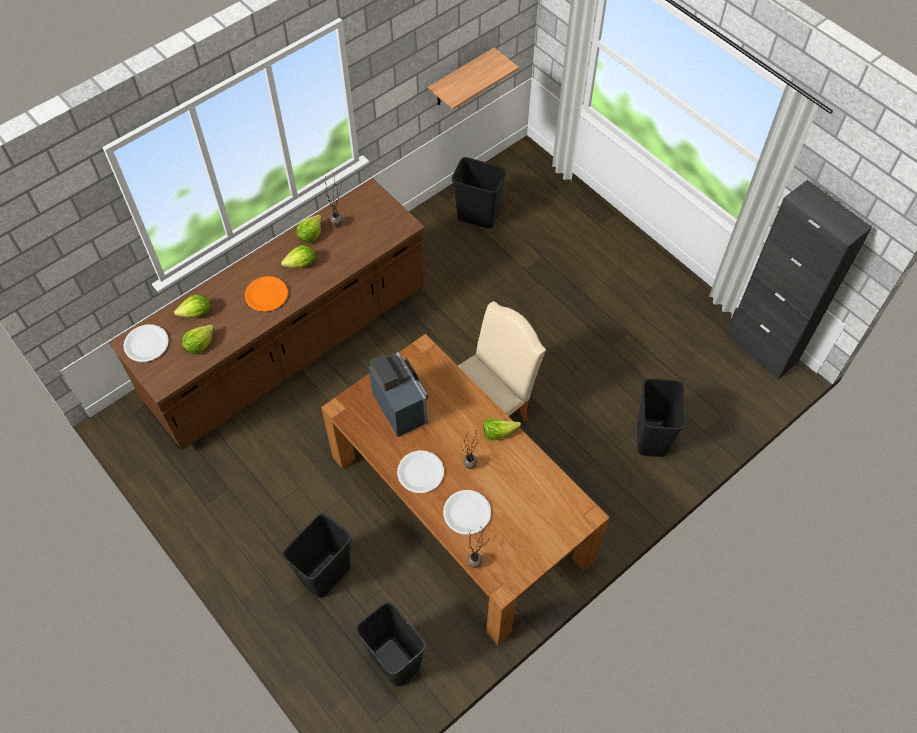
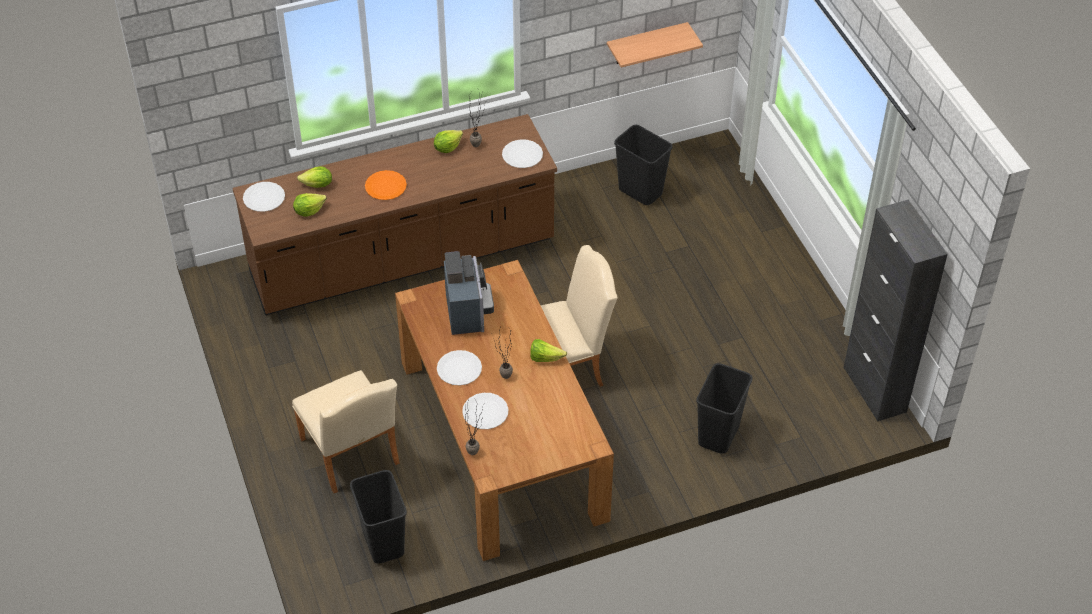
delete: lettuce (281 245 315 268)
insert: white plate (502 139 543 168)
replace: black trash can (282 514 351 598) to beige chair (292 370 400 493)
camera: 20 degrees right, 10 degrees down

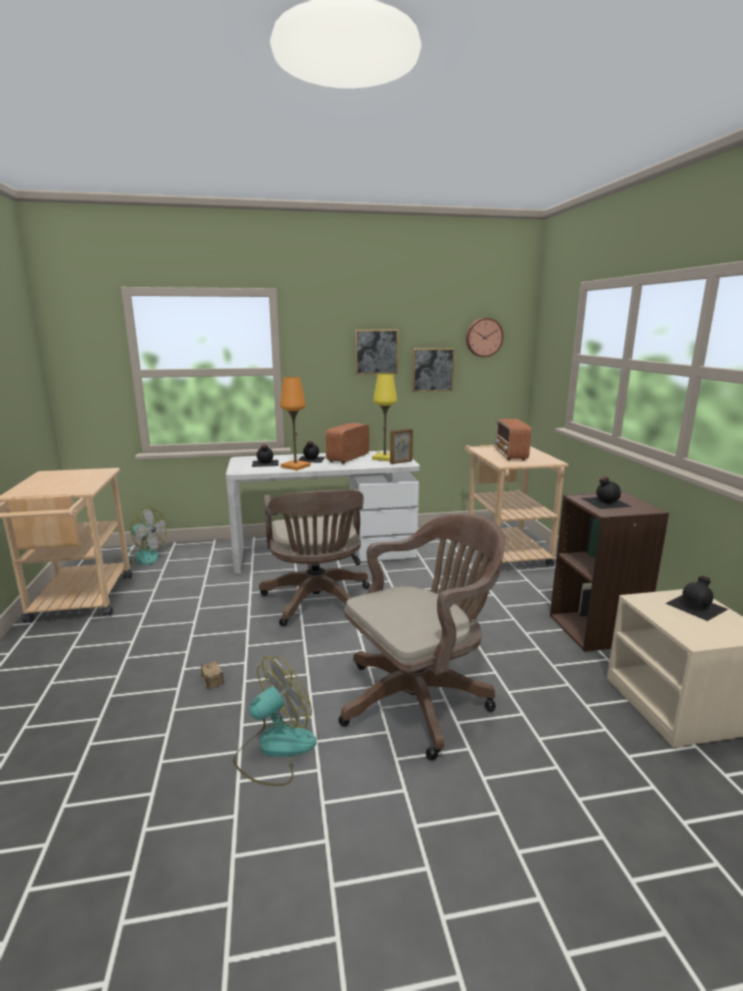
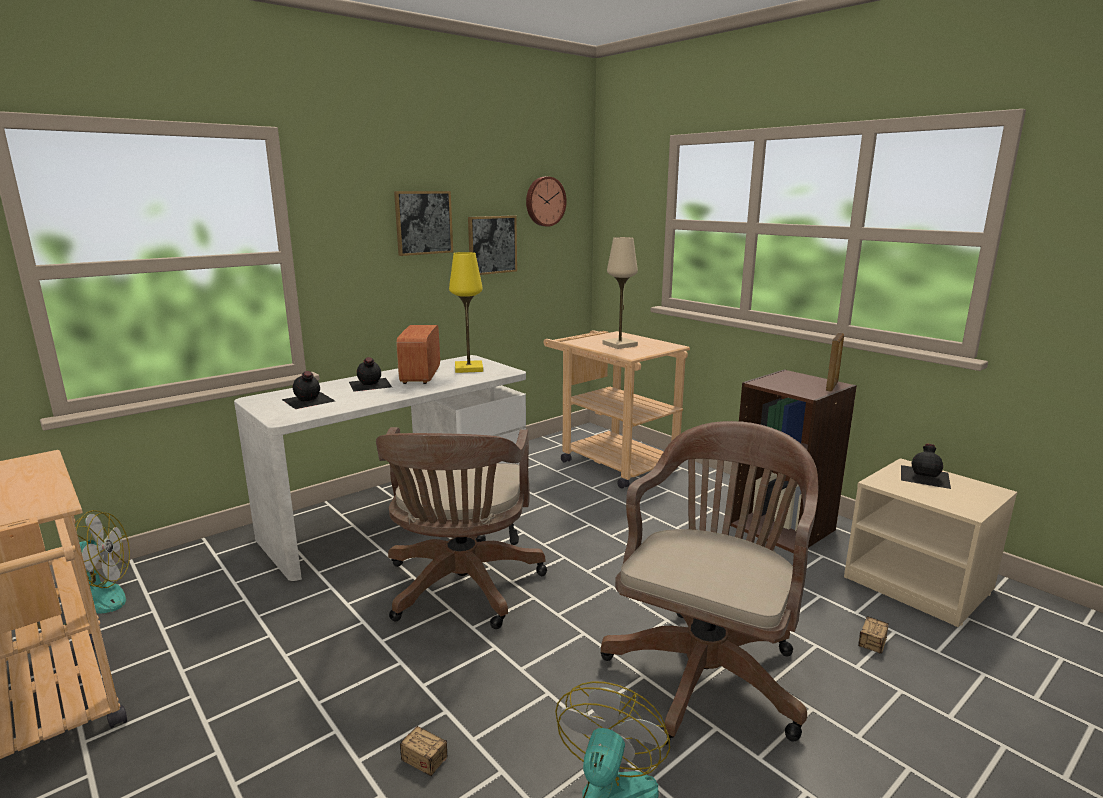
delete: orange table lamp (280 377 310 470); black bottle (581 477 631 509)
insert: storage box (858 616 889 654)
move: picture frame (390 428 413 464) to (826 333 844 391)
replace: radio (495 419 531 461) to beige table lamp (602 237 638 349)
rotate: brown office chair (259 489 370 626) = (376 427 547 629) 45 degrees clockwise
camera: 30 degrees left, 0 degrees up

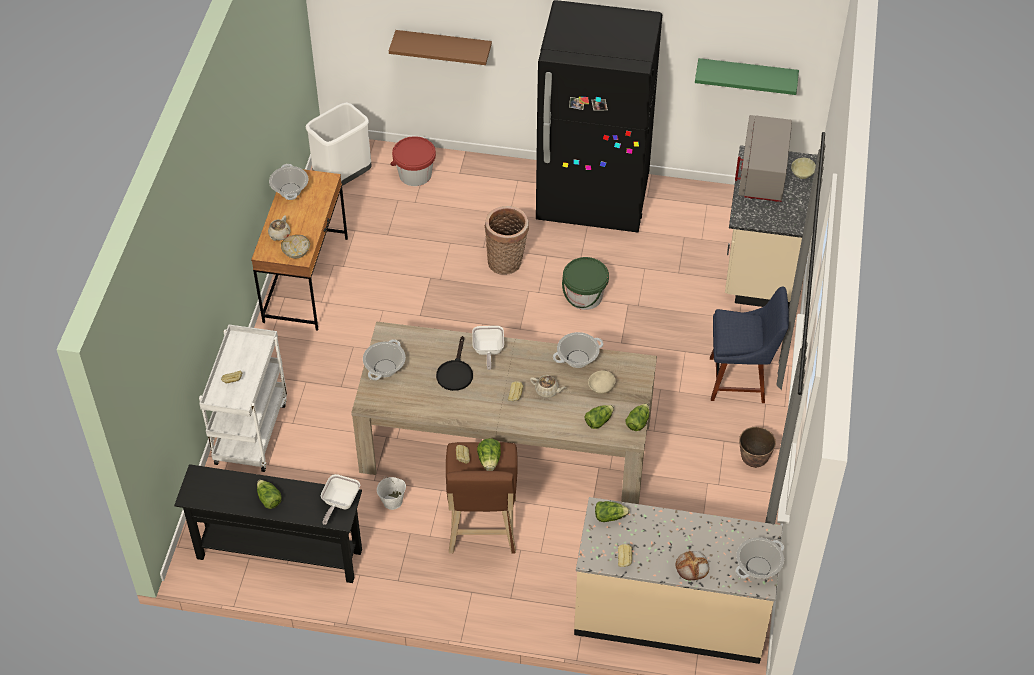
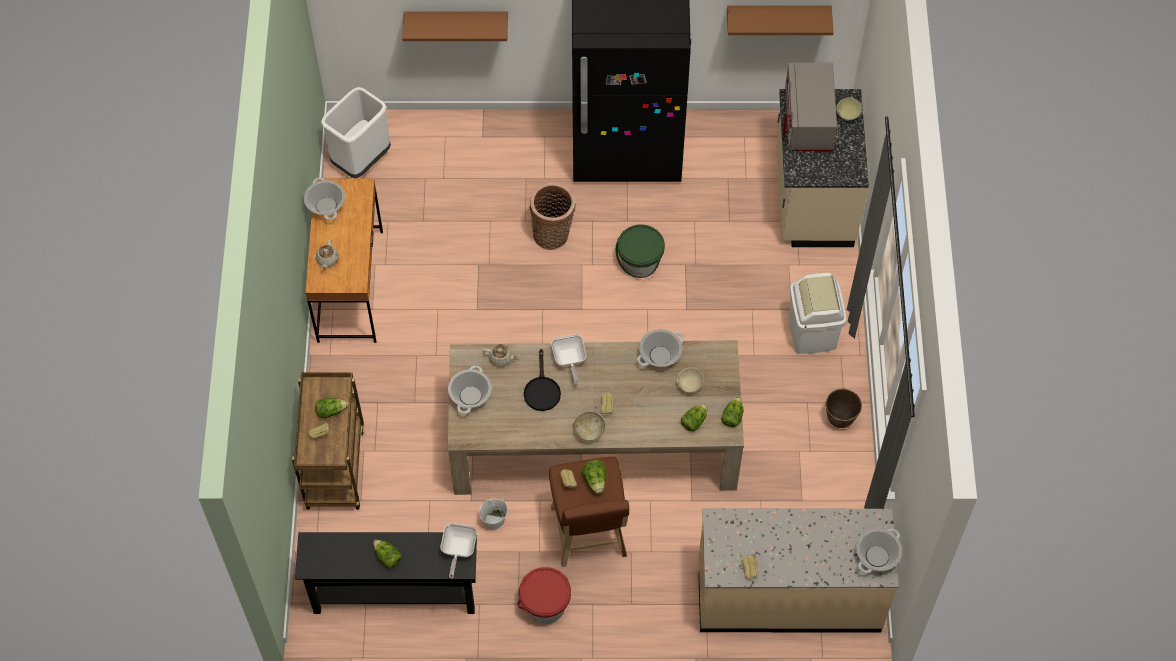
delete: bread (675 551 709 580)
move: bowl (281 235 310 259) to (573 412 605 441); red bucket (390 136 436 186) to (517 567 571 624); beige teapot (530 375 566 398) to (483 344 520 367); lettuce (595 501 630 522) to (316 398 348 418)
replace: blue chair (710 286 789 403) to white trash can (789 273 846 354)
recolor: white cart (199 325 287 472) to brown cart (292 372 364 509); green shelf (695 58 799 95) to brown shelf (727 5 834 35)
camera: 10 degrees left, 10 degrees up

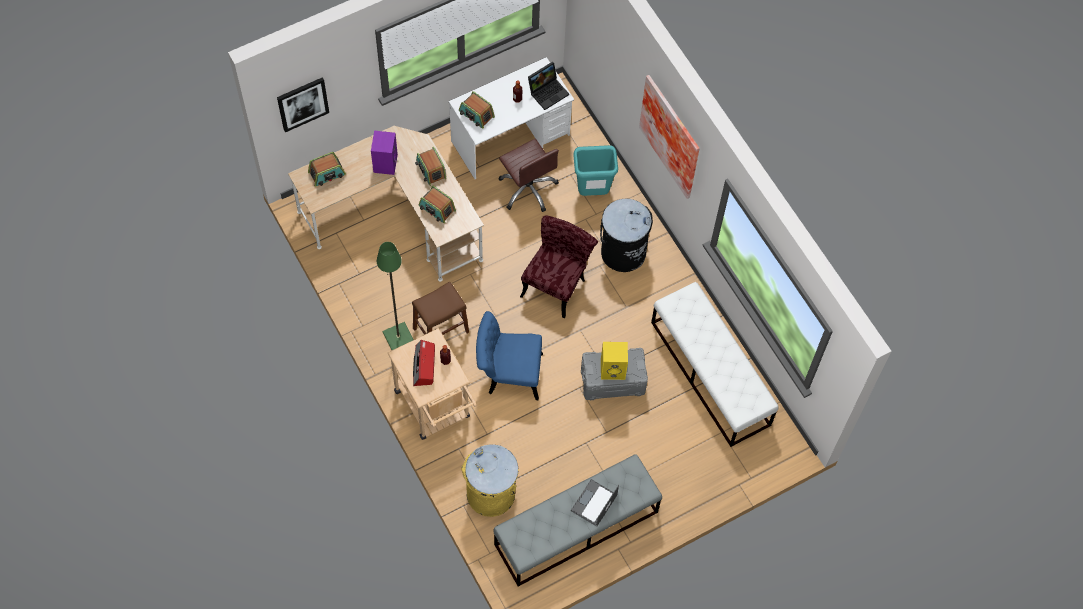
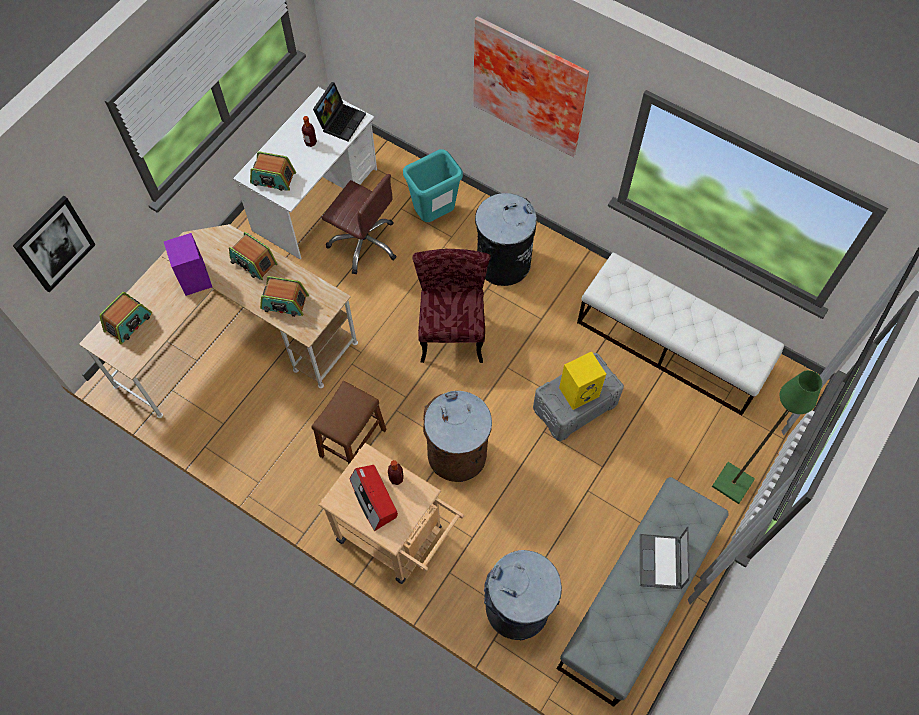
move: green floor lamp (377 242 414 350) to (712 370 822 504)
replace: blue chair (476 311 543 400) to brown trash can (423 391 492 482)
recolor: yellow trash can (461 445 519 517) to grey trash can (484 550 562 640)
camera: 25 degrees left, 0 degrees up

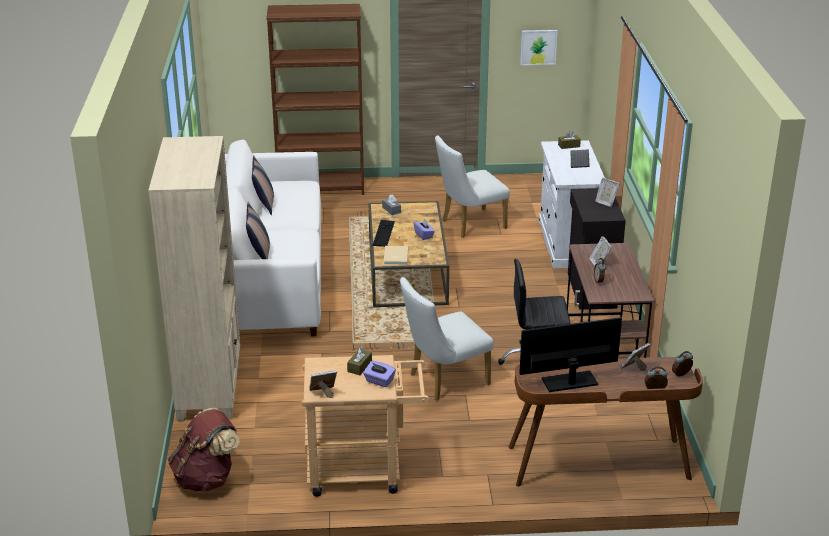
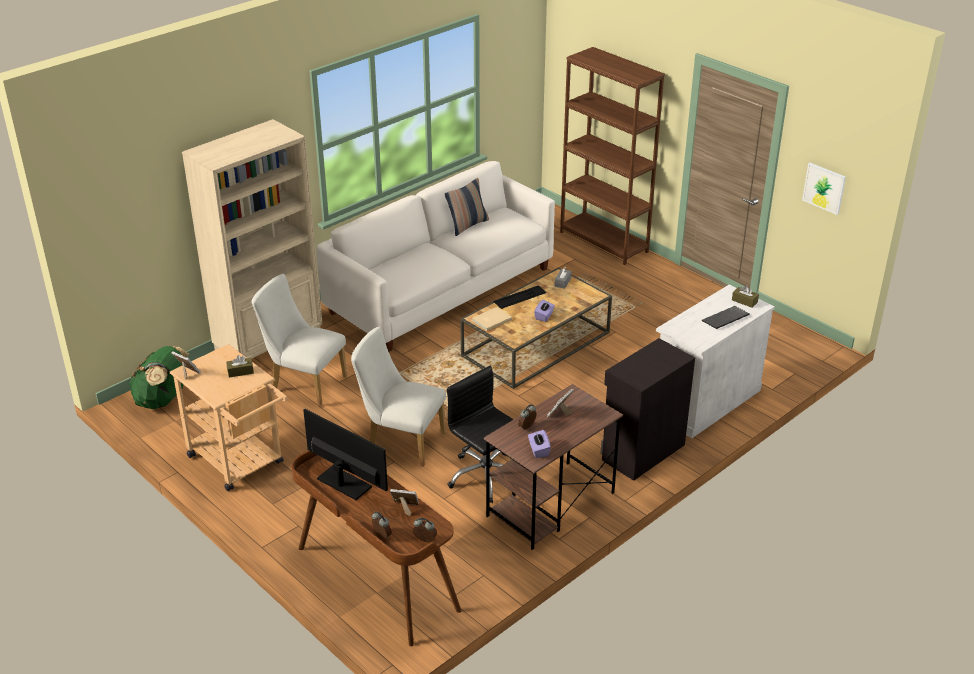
delete: pillow (246 202 270 259); picture frame (595 177 620 207)
move: purple tissue box (363 361 396 387) to (528 430 551 458); white chair (435 136 510 238) to (252 274 347 406)
recolor: brown backpack (168 408 240 491) to green backpack (129 346 189 409)
camera: 50 degrees right, 5 degrees up

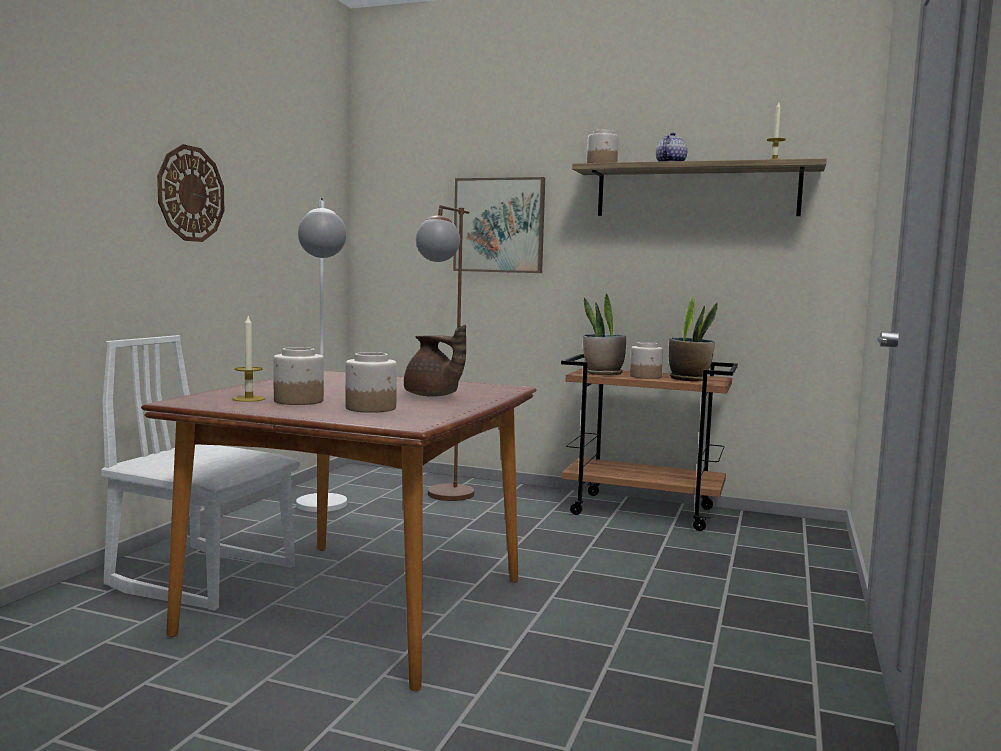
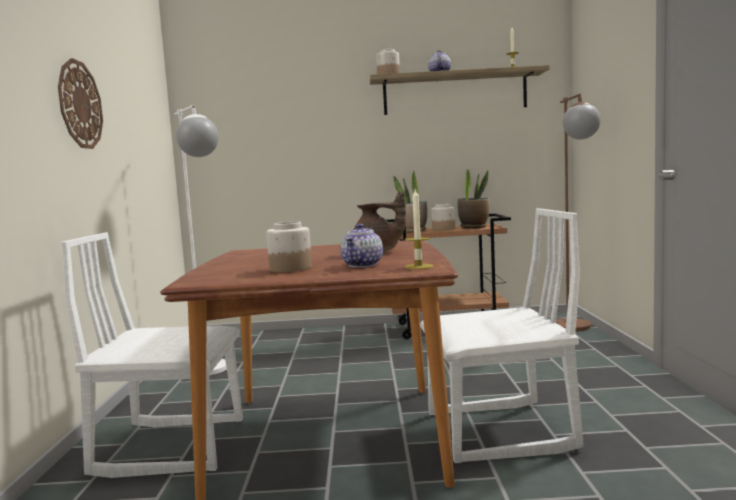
delete: picture (453 177 545 273)
insert: white chair (420 208 583 463)
move: candle (233 316 266 402) to (404 189 433 269); brown floor lamp (416 205 474 501) to (556 94 601 331)
replace: jar (345 352 397 413) to teapot (341 224 383 267)
camera: 20 degrees left, 0 degrees up

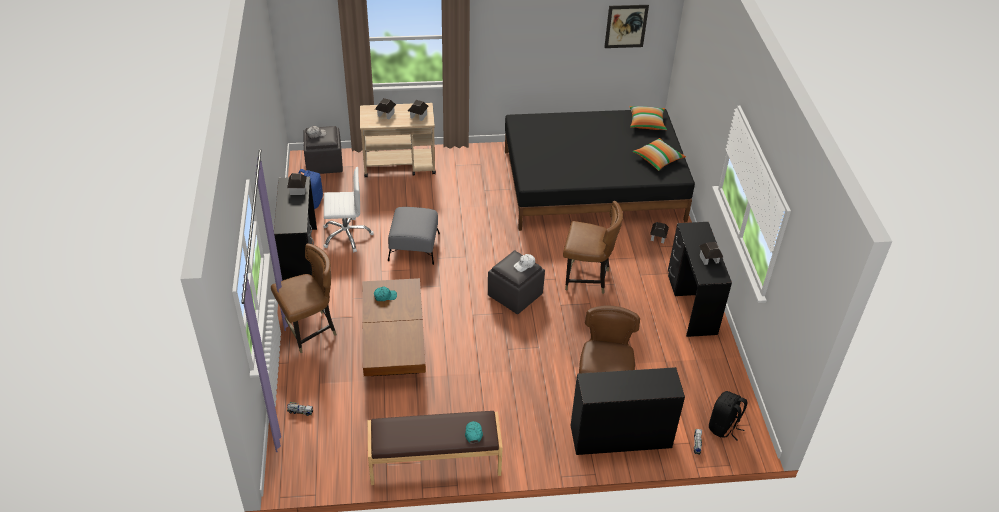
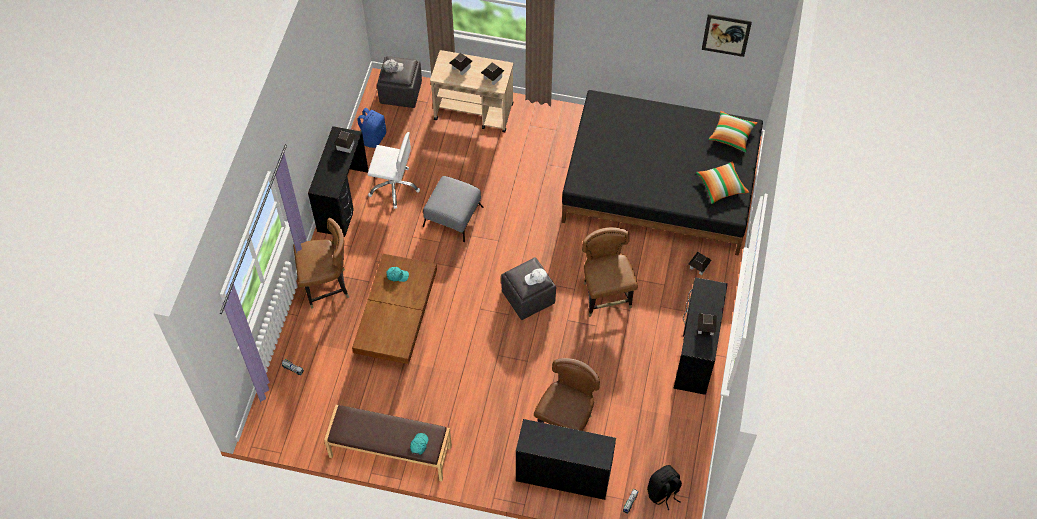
rotate: brown chair (563 201 623 294) = (582 227 638 317) 135 degrees counterclockwise
camera: 20 degrees right, 15 degrees up

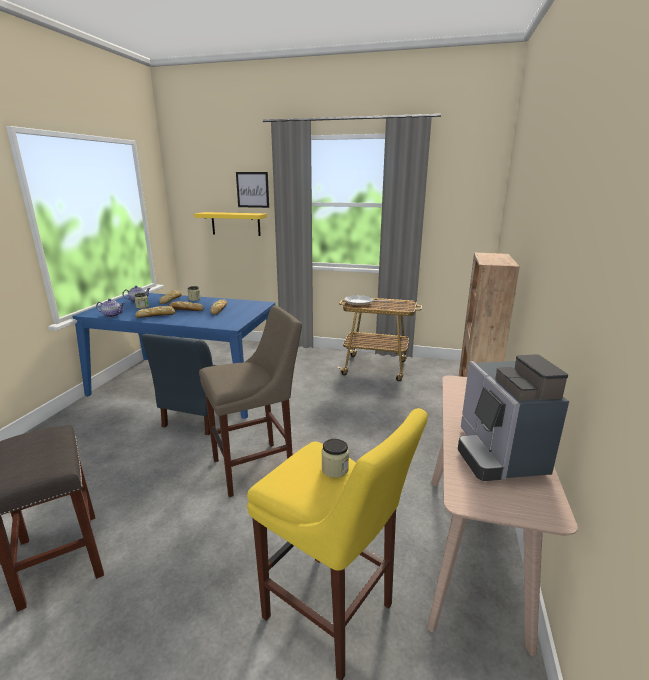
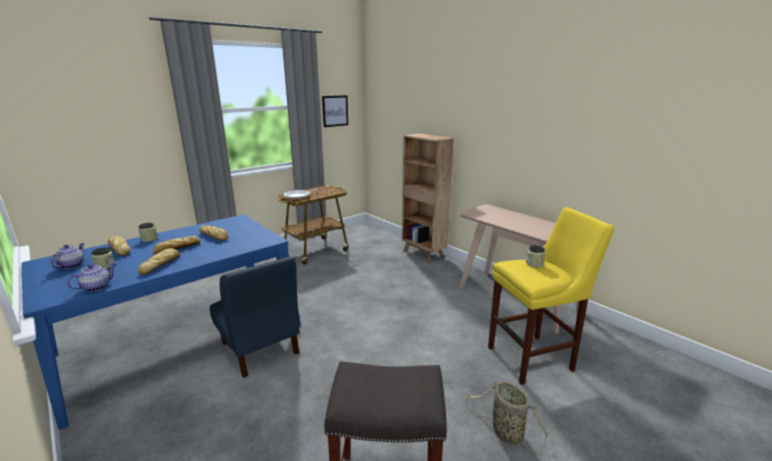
delete: yellow shelf (194 212 267 236); beige stool (199 305 302 497); coffee machine (458 354 569 481)
insert: basket (466 381 548 456)
move: picture (236 172 269 208) to (322 95 348 127)
camera: 55 degrees left, 0 degrees up

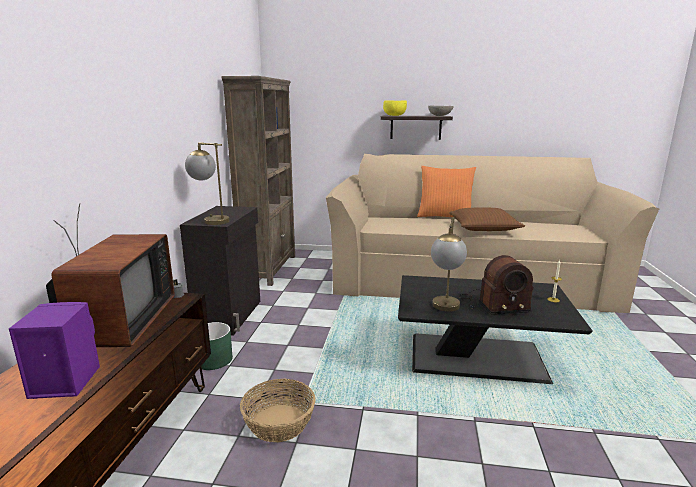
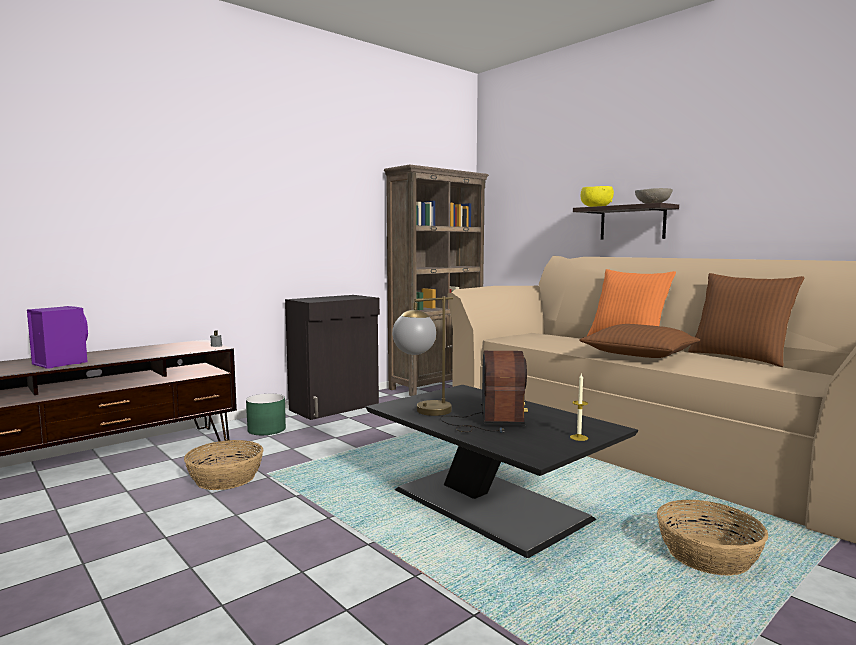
delete: television (46 203 175 347); table lamp (185 142 229 225)
insert: basket (657 500 768 576); brown pillow (688 273 805 367)
rotate: radio (459 255 534 314) = (440 351 528 433) 120 degrees counterclockwise
camera: 40 degrees right, 10 degrees down

